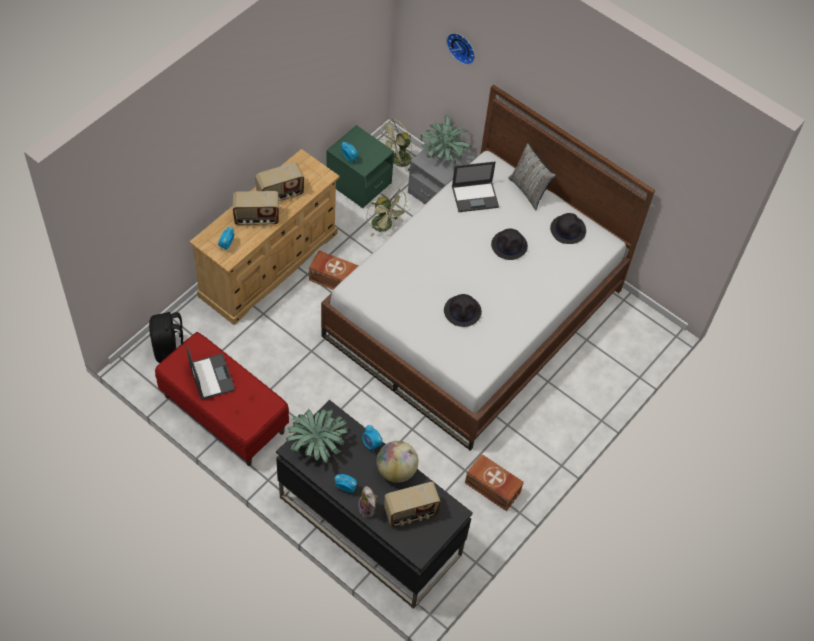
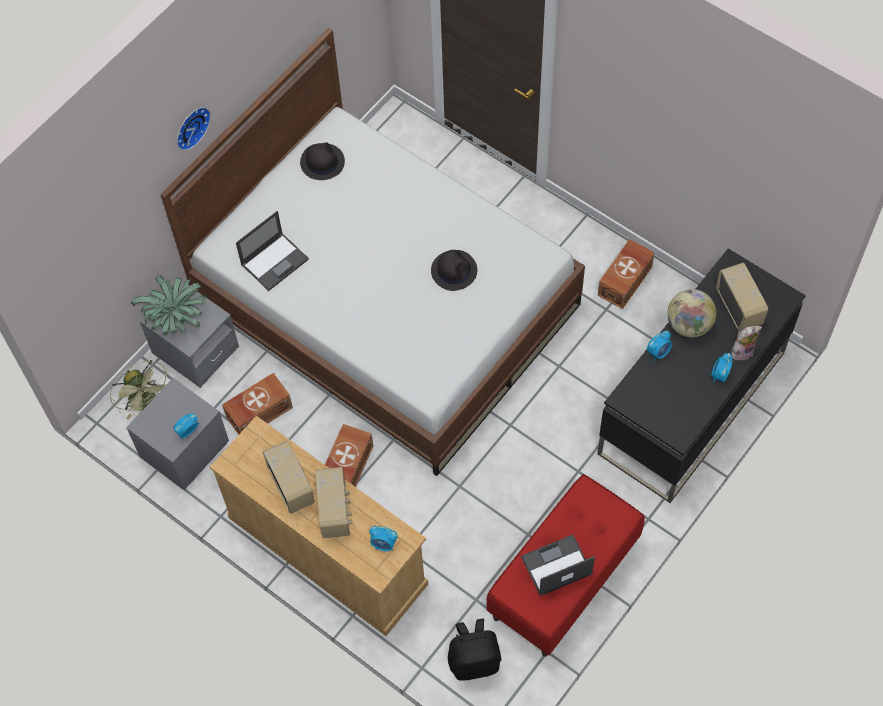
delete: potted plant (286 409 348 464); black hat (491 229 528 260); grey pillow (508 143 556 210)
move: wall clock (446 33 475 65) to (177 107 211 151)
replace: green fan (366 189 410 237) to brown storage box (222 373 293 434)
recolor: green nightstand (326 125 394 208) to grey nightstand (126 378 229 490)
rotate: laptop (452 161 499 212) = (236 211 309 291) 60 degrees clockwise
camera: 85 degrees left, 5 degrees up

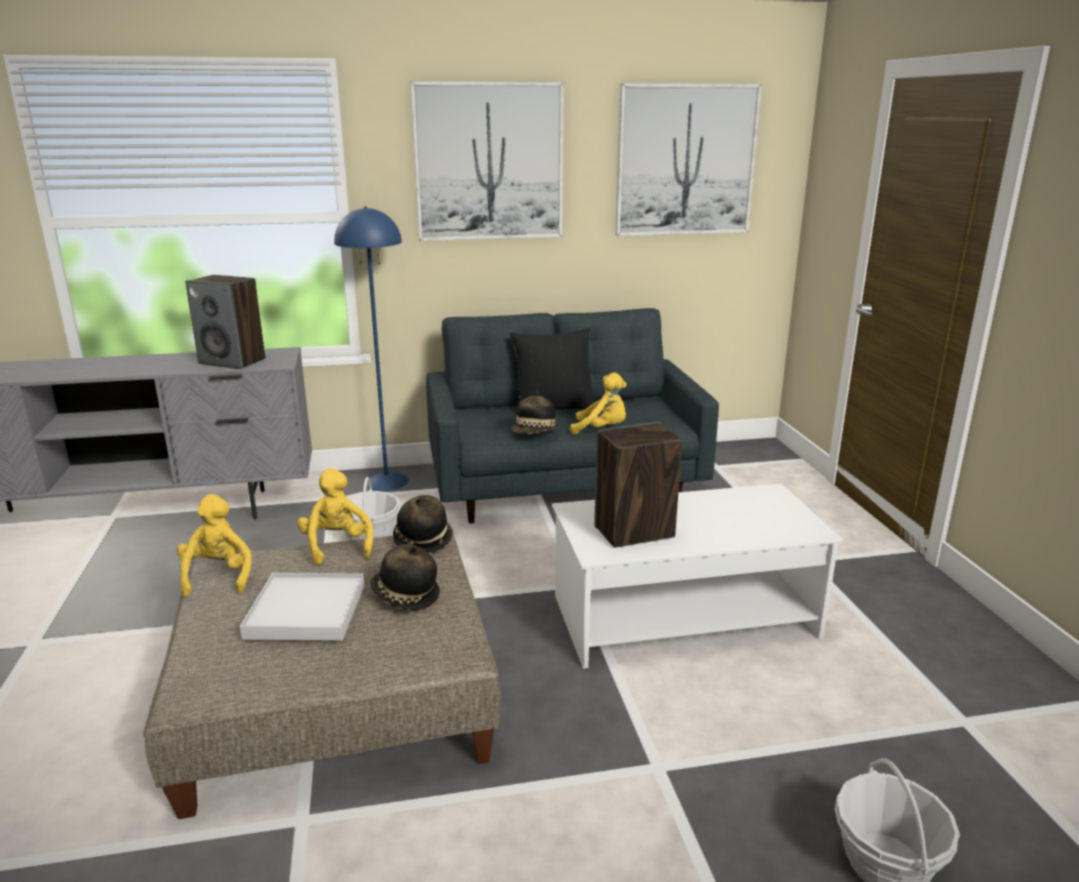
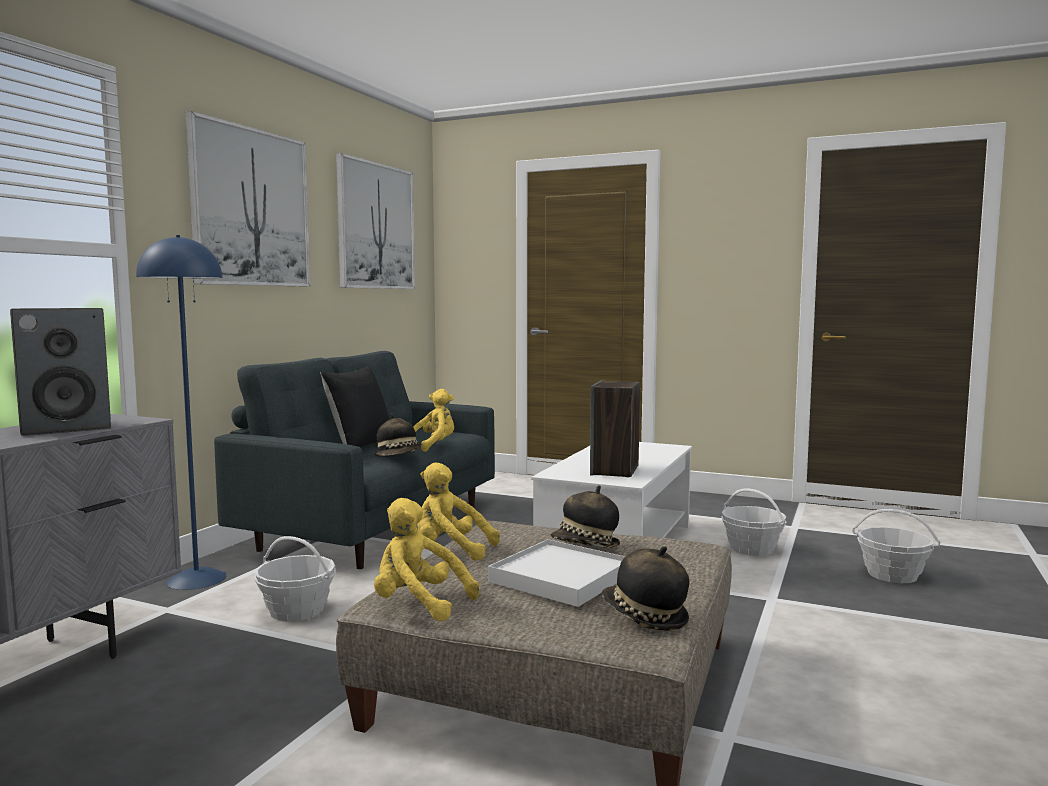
insert: basket (721 488 786 556)
move: hat (393 495 453 553) to (602 546 689 631)
camera: 55 degrees left, 15 degrees down

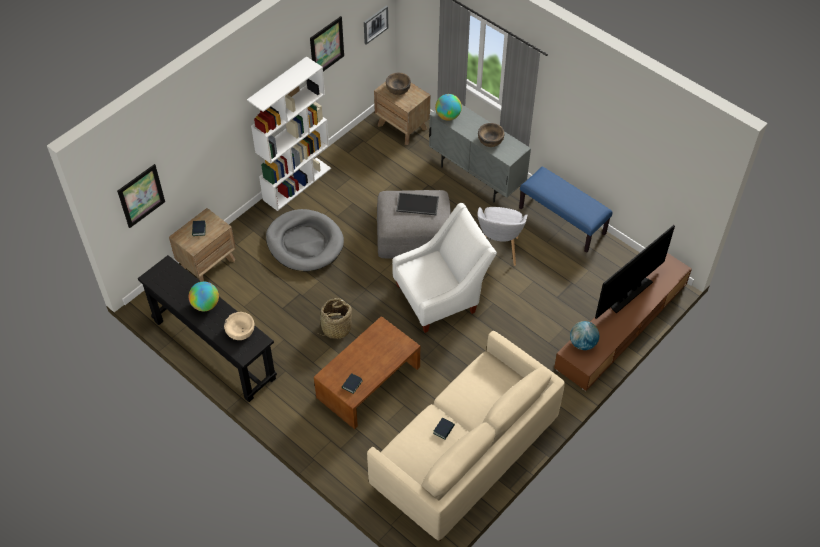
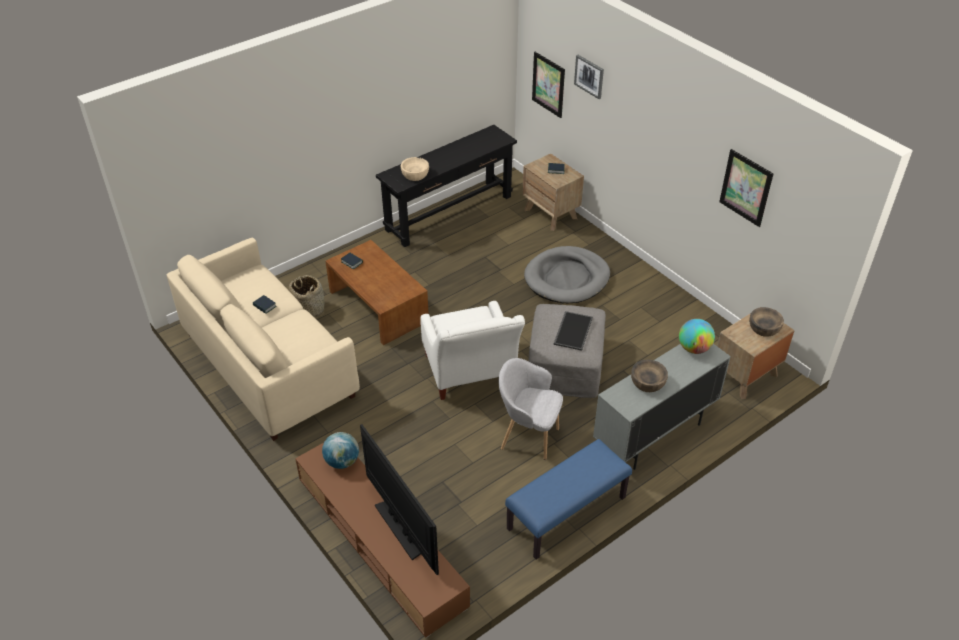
delete: globe (189 282 219 311); white bookcase (247 56 331 211)
move: basket (316 298 352 339) to (289 275 324 318); picture (364 5 388 45) to (574 55 604 99)
camera: 100 degrees right, 10 degrees down

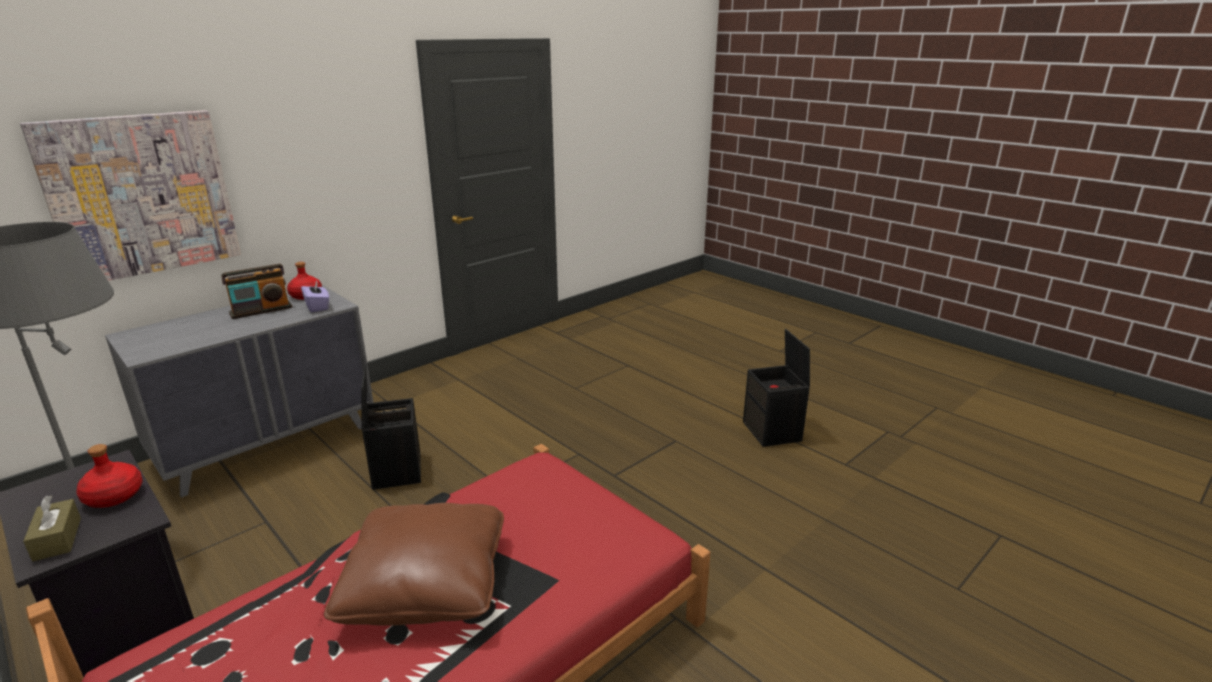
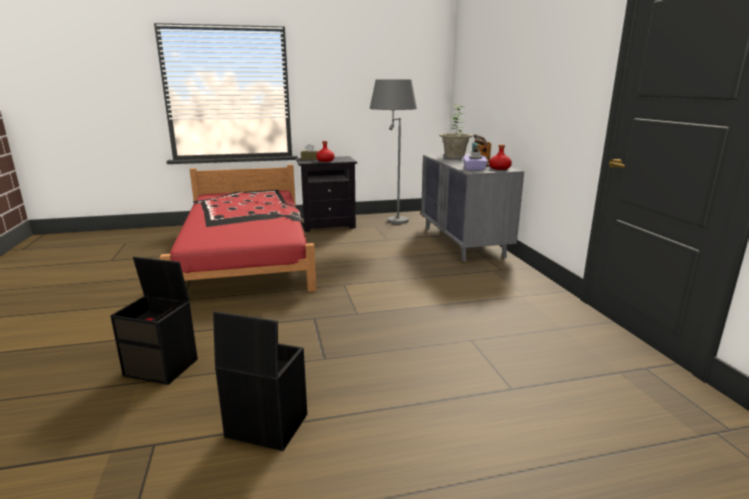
delete: picture (20 110 241 281); brown pillow (324 503 504 626)
insert: potted plant (439 104 473 158)
move: black storage box (361 363 421 490) to (111 257 198 385)
camera: 120 degrees right, 5 degrees down

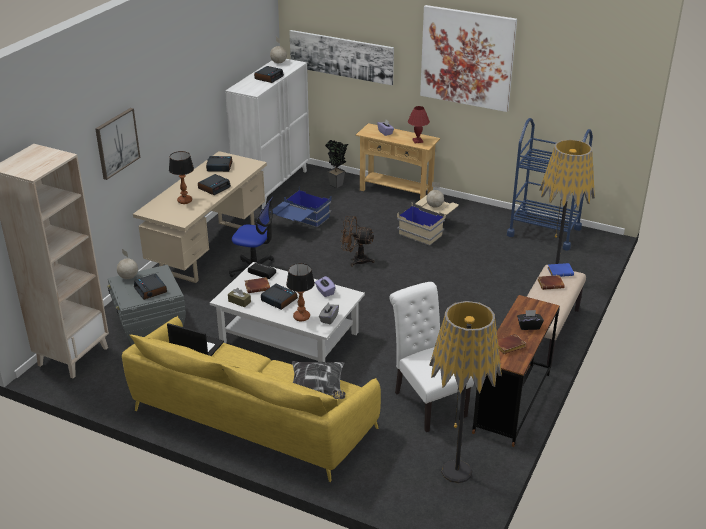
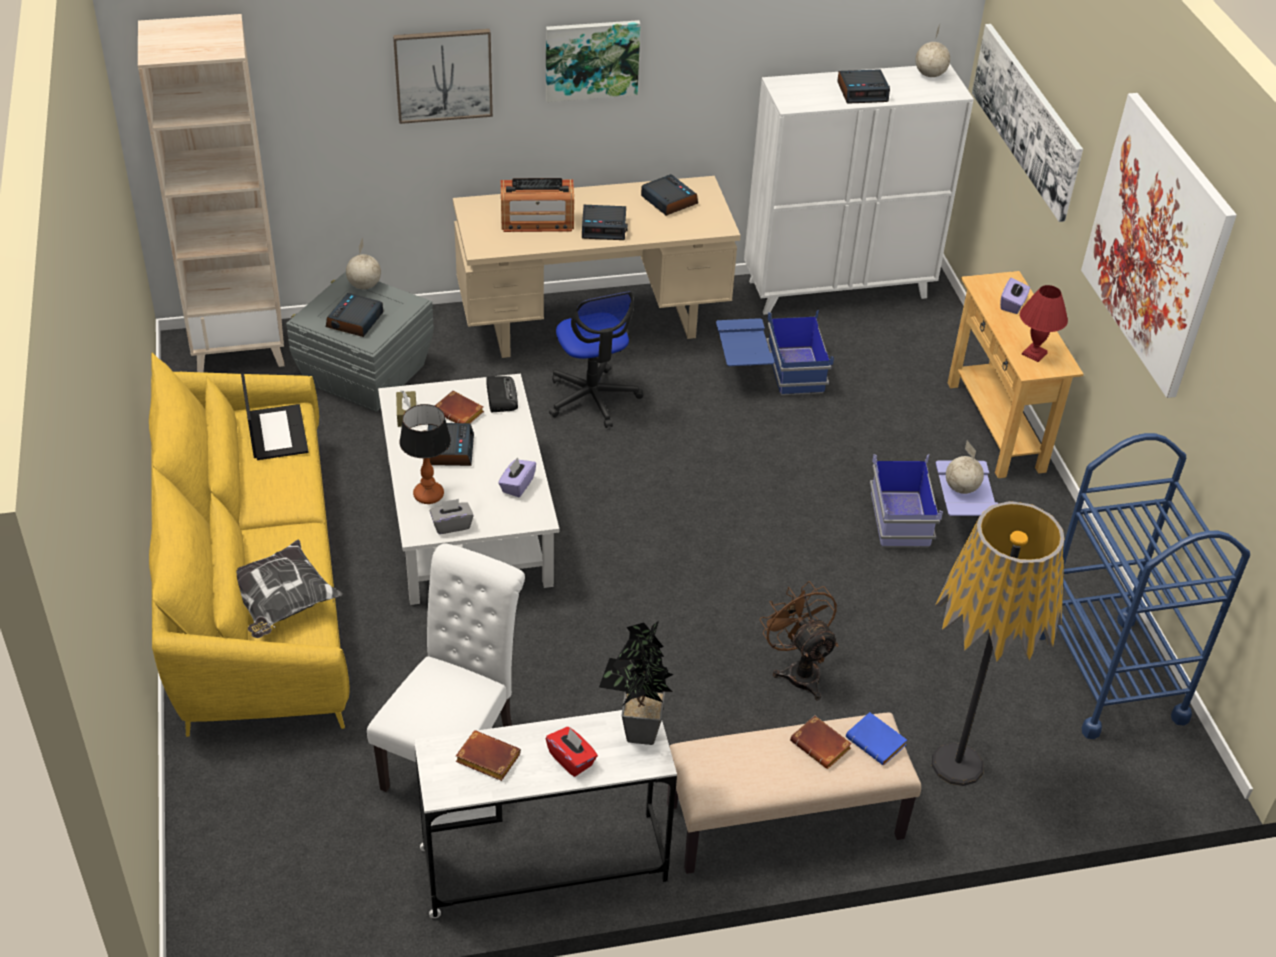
delete: floor lamp (429 301 502 483)
insert: picture (546 20 640 102)
move: potted plant (325 140 348 188) to (599 621 674 745); brown fan (340 216 375 267) to (760 581 838 701)
replace: table lamp (169 151 194 204) to radio (501 178 574 232)
recolor: beige storage box (397 195 459 246) to blue storage box (870 454 998 548); brown desk (472 295 560 447) to white desk (414 710 677 918); black tissue box (517 310 544 330) to red tissue box (545 727 598 777)
camera: 50 degrees right, 10 degrees up

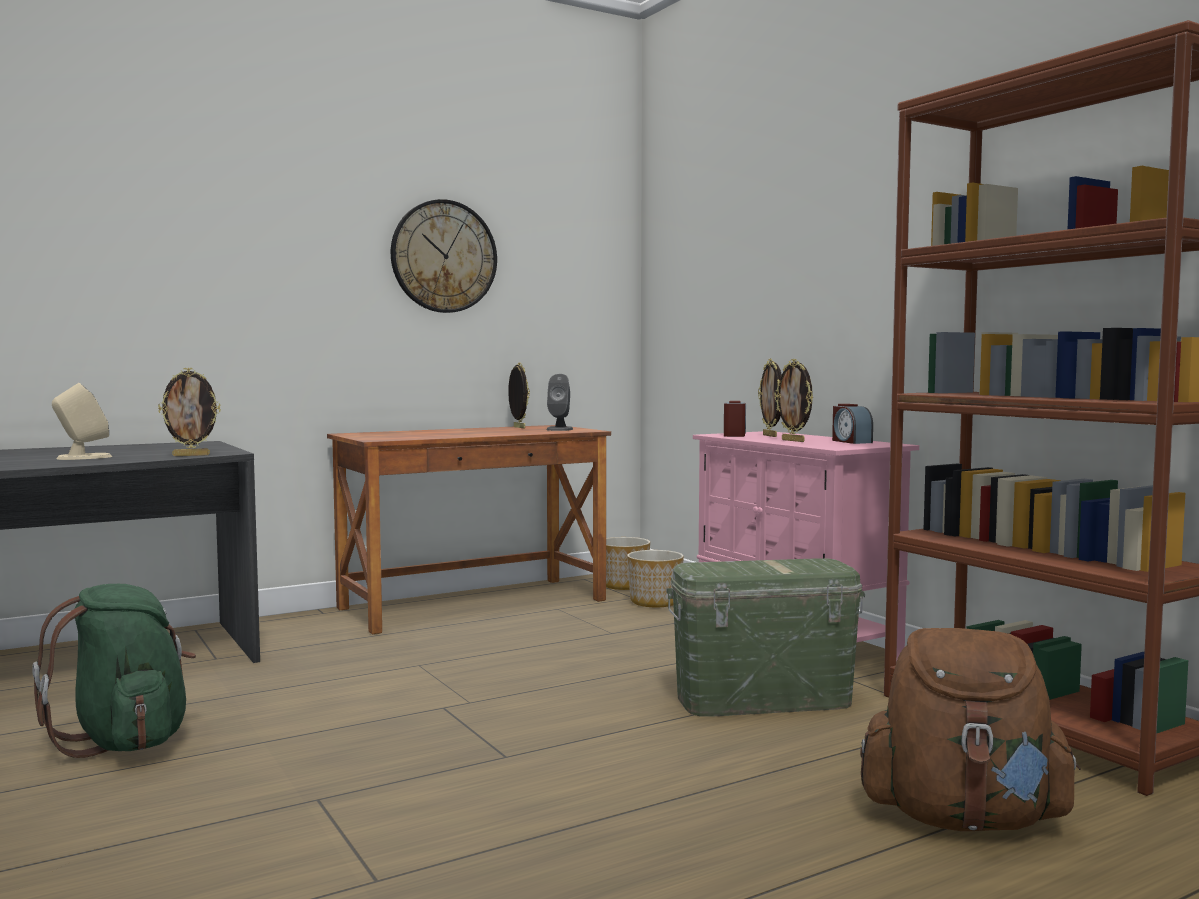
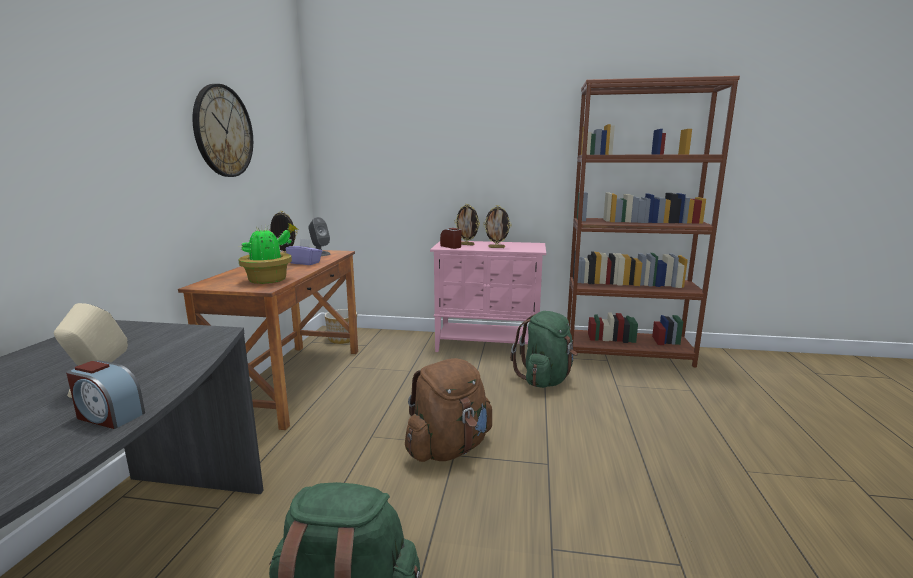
delete: picture frame (158 368 221 456); planter (627 550 684 607)
insert: potted plant (238 223 298 284); purple tissue box (286 238 322 265)
move: alarm clock (832 404 873 444) to (66 361 145 429); brown backpack (860 628 1081 831) to (405 358 492 462)
replace: green storage box (666 558 865 717) to green backpack (510 311 578 388)
camera: 50 degrees left, 10 degrees up

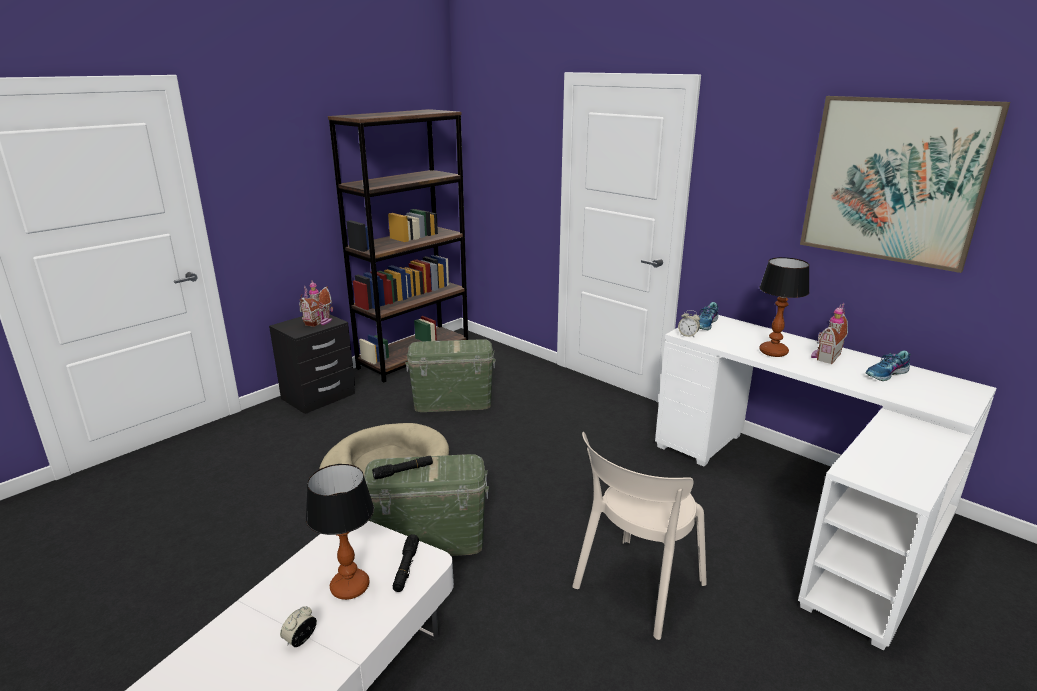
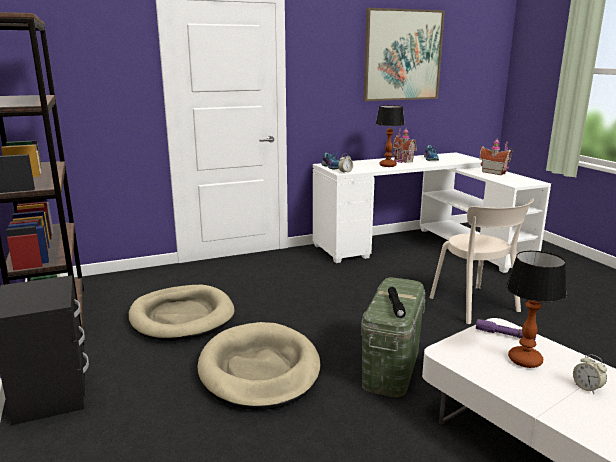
move: toy house (299 280 333 327) to (480 139 513 175)
replace: green storage box (405 339 496 412) to beige dog bed (129 285 235 341)
recolor: black flashlight (393 534 419 592) to purple flashlight (476 319 536 340)
camera: 65 degrees left, 5 degrees down

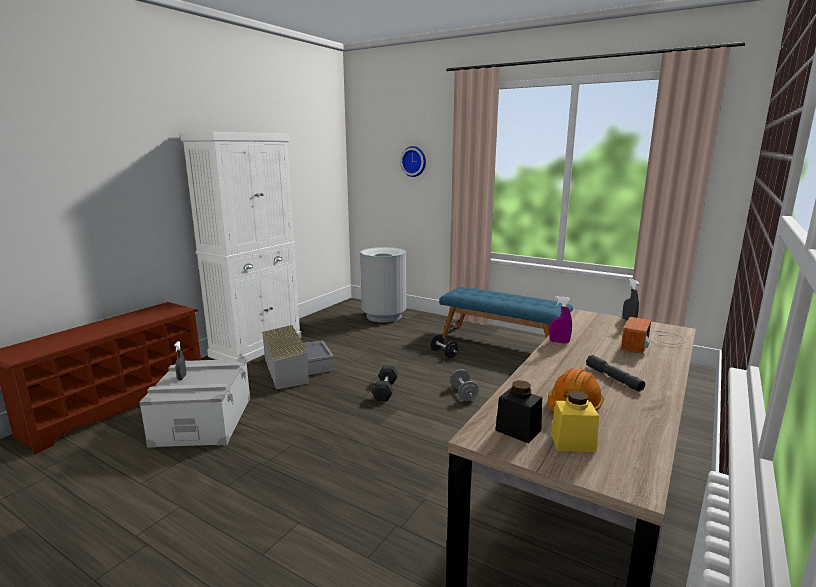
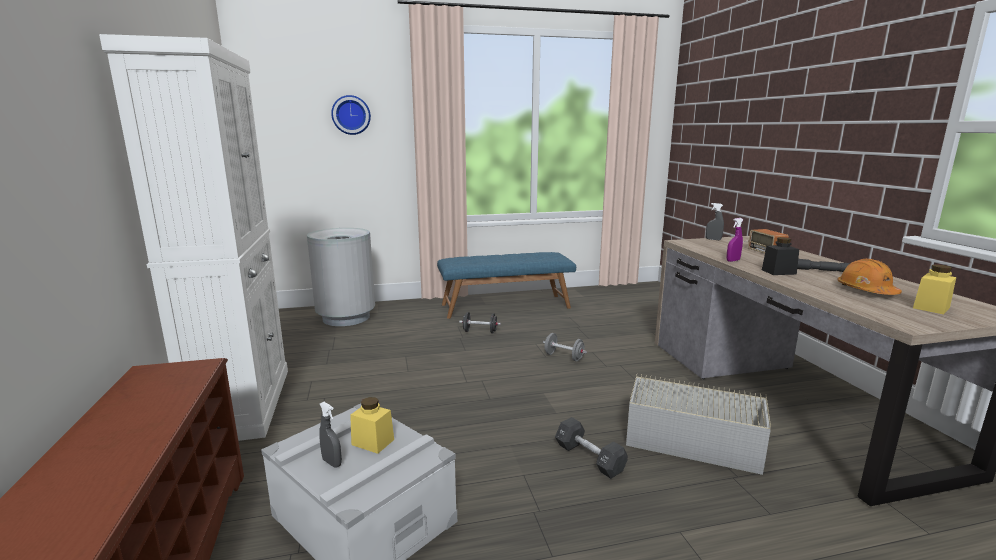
insert: yellow jar (350 397 394 454)
move: grey storage box (262 325 334 389) to (626 374 771 475); black dumbbell (372 365 398 401) to (555 417 628 479); black jar (495 380 542 444) to (762 237 799 275)
camera: 45 degrees left, 0 degrees up

